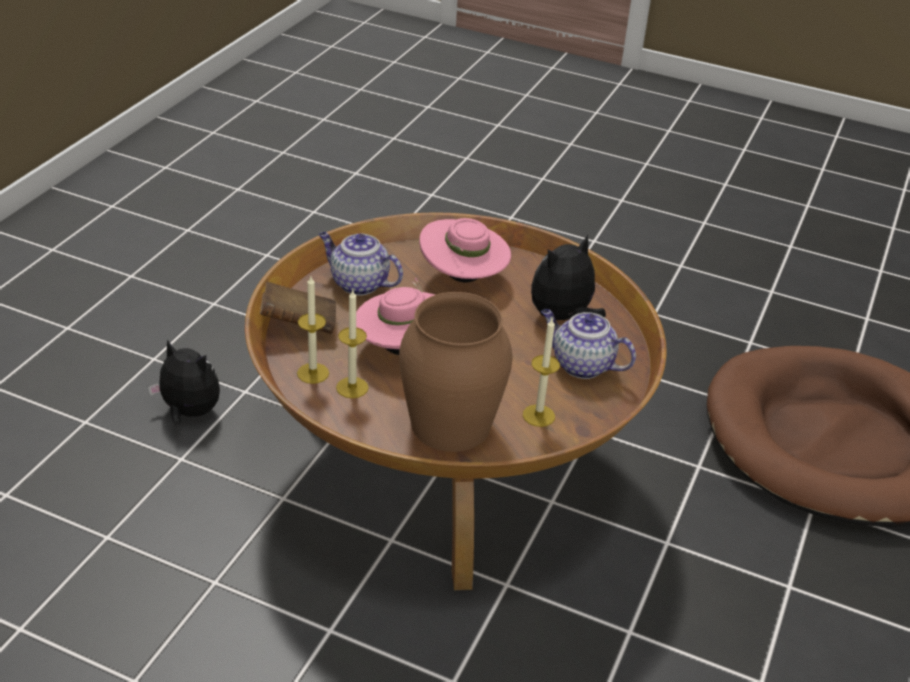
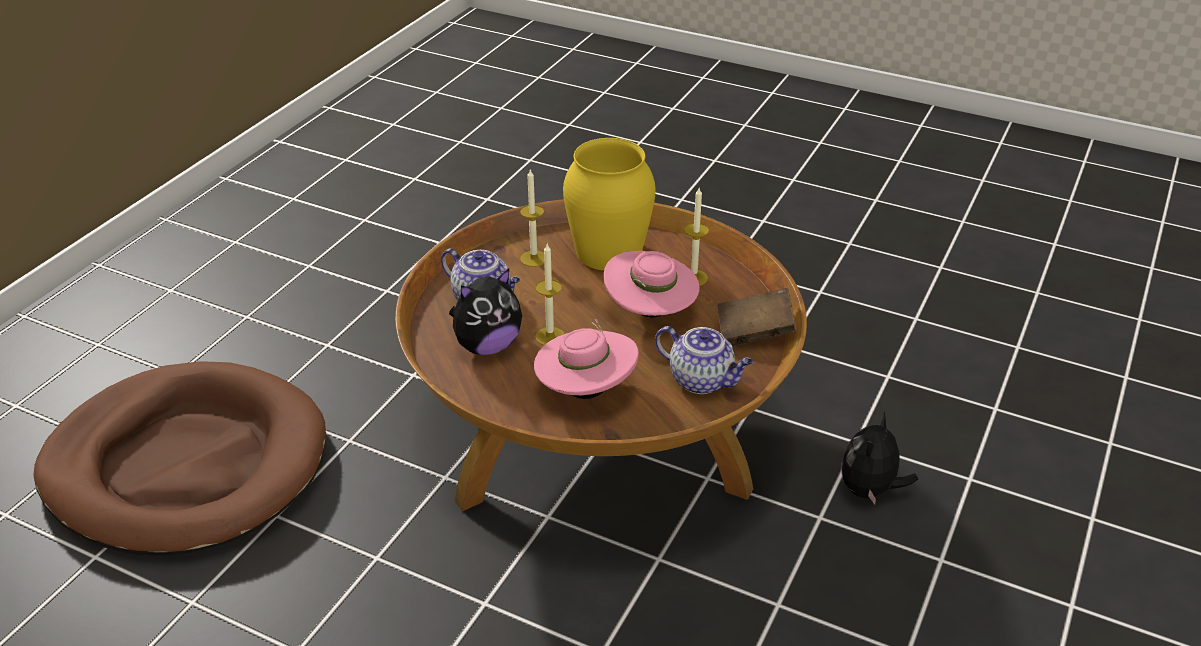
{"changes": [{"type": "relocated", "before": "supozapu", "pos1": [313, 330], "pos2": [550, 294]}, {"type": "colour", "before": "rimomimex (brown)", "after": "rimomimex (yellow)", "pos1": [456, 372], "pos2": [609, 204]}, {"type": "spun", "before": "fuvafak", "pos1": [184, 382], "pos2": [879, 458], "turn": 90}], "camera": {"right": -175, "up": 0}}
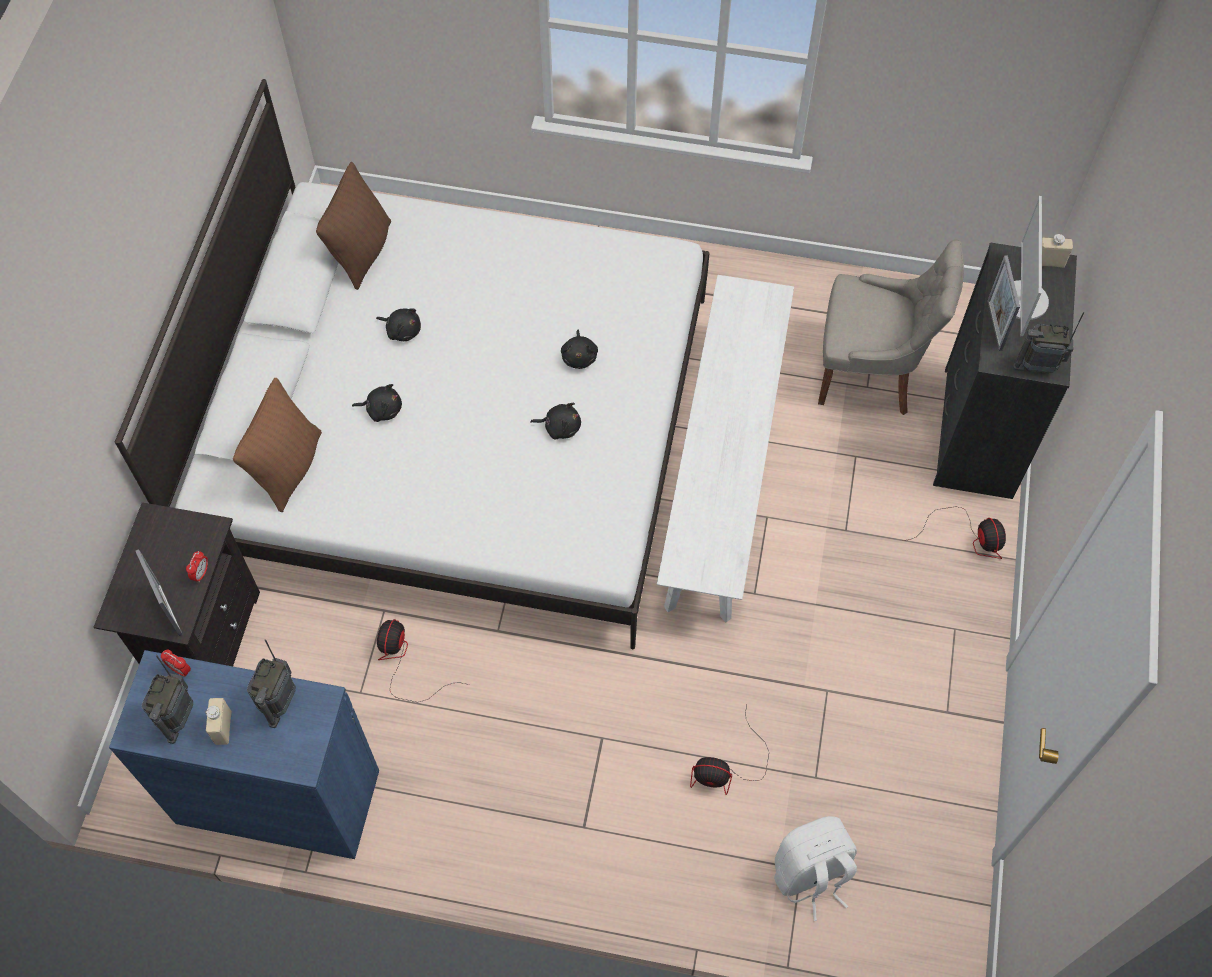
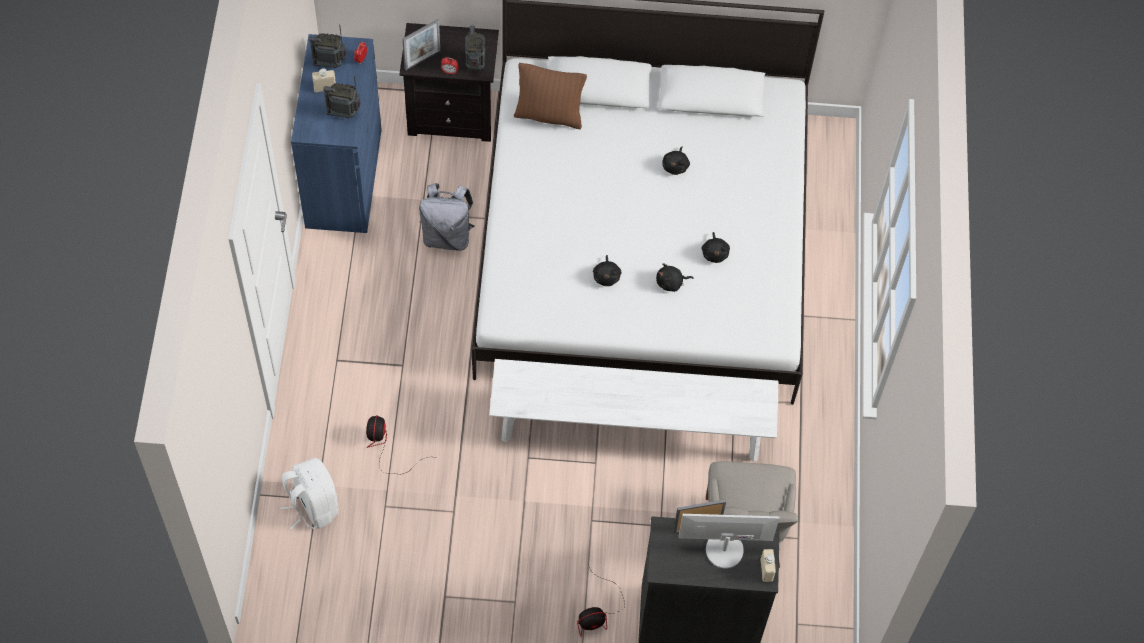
{"changes": [{"type": "missing", "before": "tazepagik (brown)", "pos1": [353, 226]}, {"type": "relocated", "before": "fuvafak (black)", "pos1": [377, 403], "pos2": [715, 247]}, {"type": "relocated", "before": "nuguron", "pos1": [1048, 342], "pos2": [475, 47]}, {"type": "exchanged", "before": "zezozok", "after": "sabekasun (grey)", "pos1": [423, 660], "pos2": [446, 217]}], "camera": {"right": 80, "up": 0}}
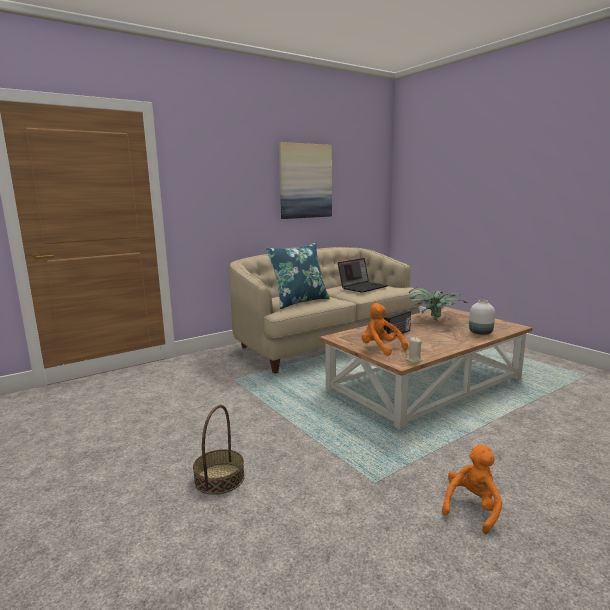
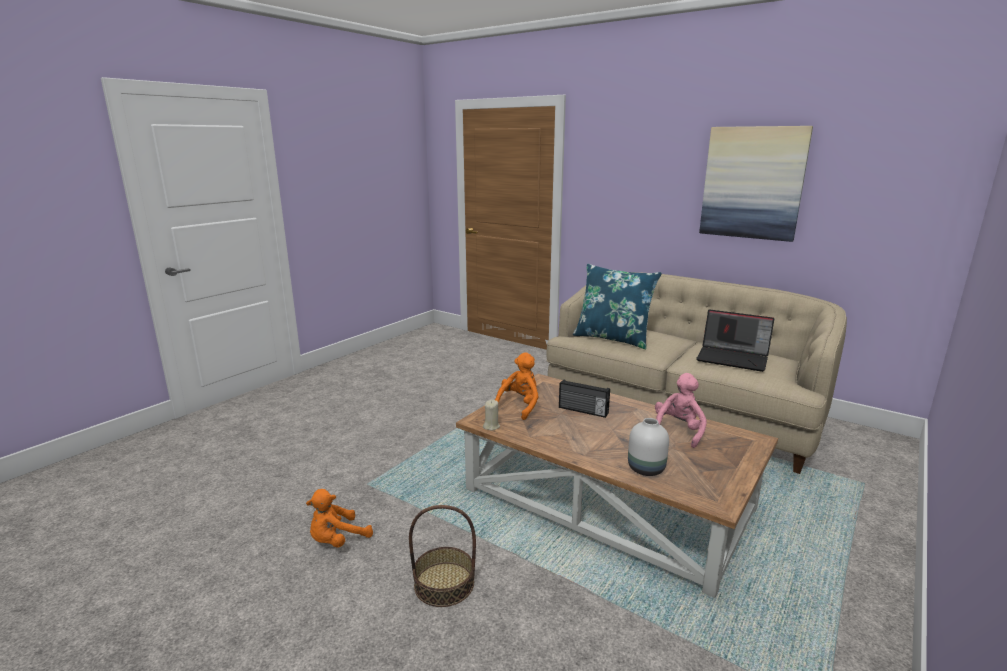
{"changes": [{"type": "relocated", "before": "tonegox", "pos1": [219, 450], "pos2": [442, 556]}, {"type": "exchanged", "before": "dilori", "after": "fuvafak (pink)", "pos1": [438, 304], "pos2": [681, 410]}, {"type": "spun", "before": "fuvafak (orange)", "pos1": [472, 489], "pos2": [339, 518], "turn": 120}], "camera": {"right": 70, "up": 5}}
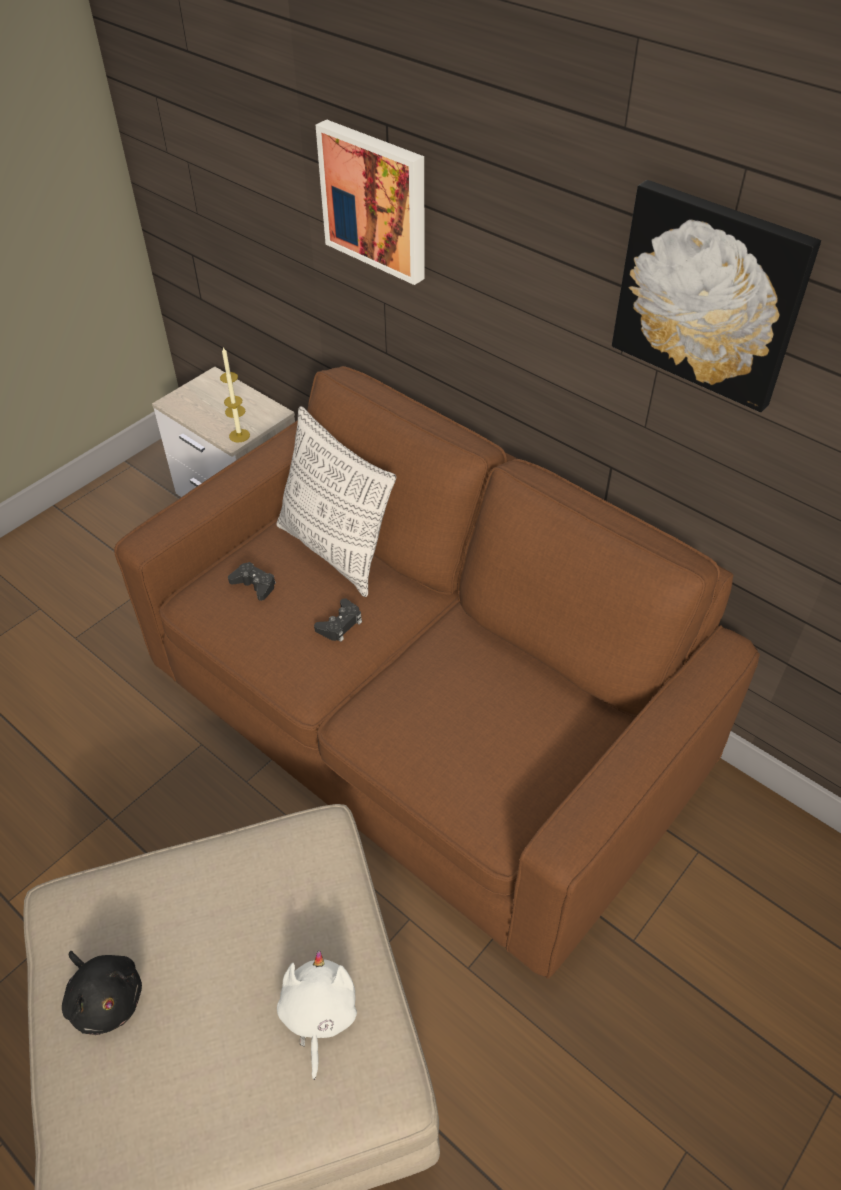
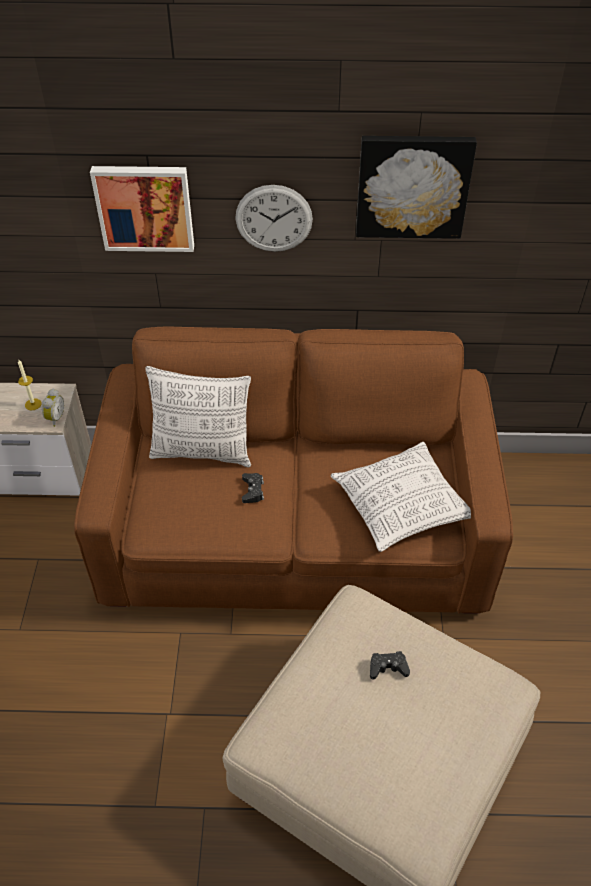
{"changes": [{"type": "missing", "before": "fuvafak (black)", "pos1": [102, 993]}, {"type": "missing", "before": "fuvafak (white)", "pos1": [317, 1015]}, {"type": "appeared", "after": "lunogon", "pos2": [274, 218]}, {"type": "appeared", "after": "tazepagik", "pos2": [401, 497]}, {"type": "relocated", "before": "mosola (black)", "pos1": [252, 581], "pos2": [390, 665]}, {"type": "exchanged", "before": "supozapu", "after": "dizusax", "pos1": [237, 406], "pos2": [53, 407]}], "camera": {"right": -40, "up": 0}}
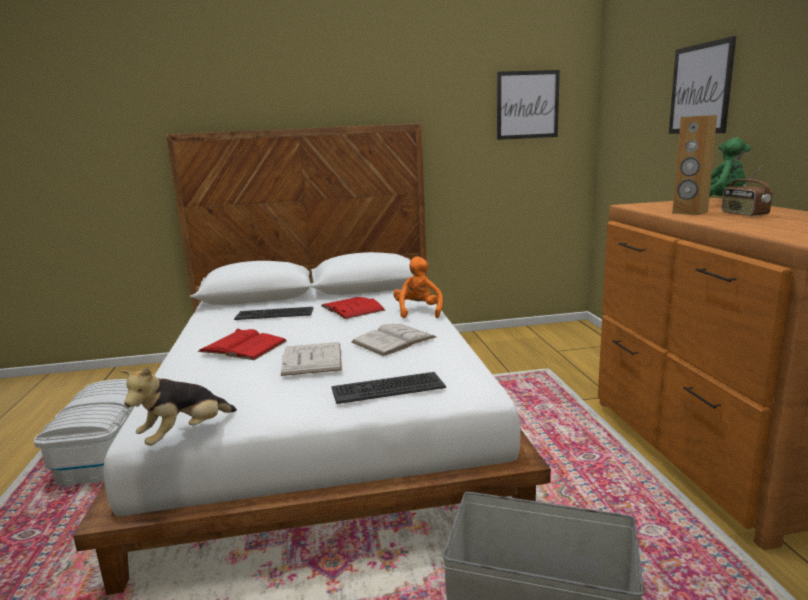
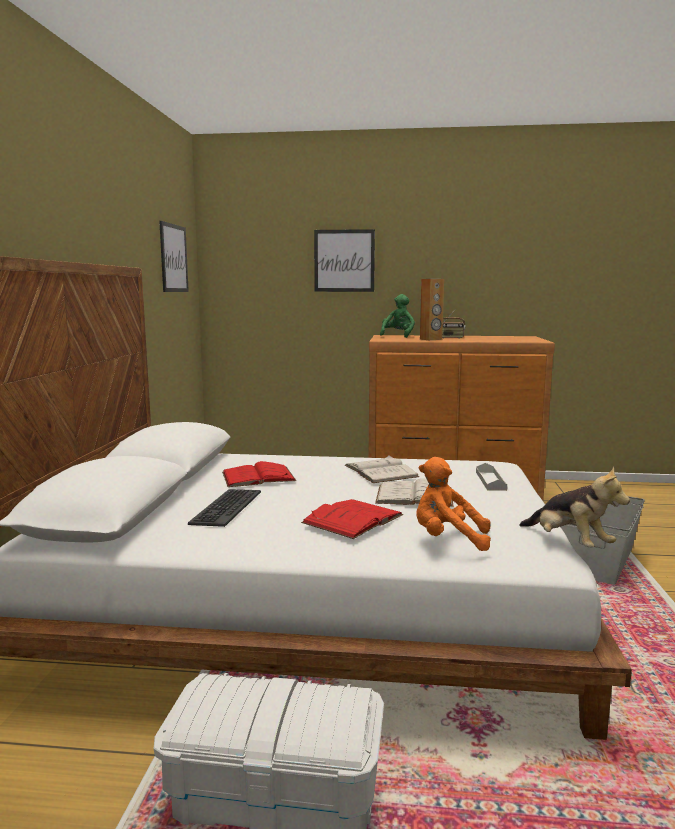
{"changes": [{"type": "relocated", "before": "fuvafak (orange)", "pos1": [418, 287], "pos2": [453, 504]}, {"type": "exchanged", "before": "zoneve", "after": "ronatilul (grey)", "pos1": [389, 388], "pos2": [491, 477]}], "camera": {"right": -75, "up": -5}}
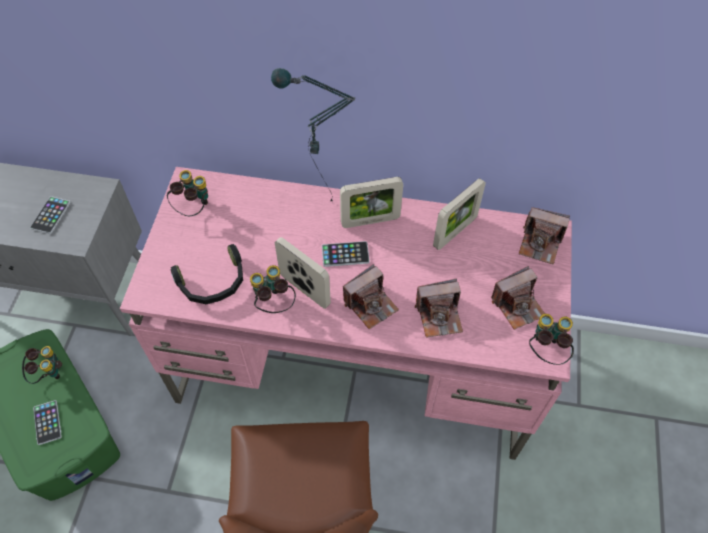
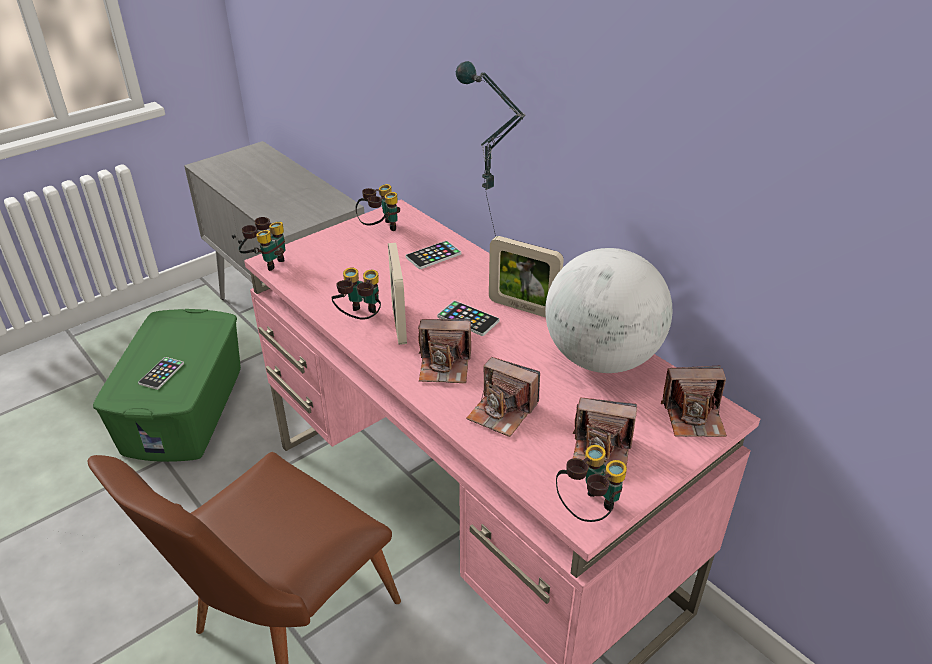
{"changes": [{"type": "missing", "before": "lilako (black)", "pos1": [207, 274]}, {"type": "relocated", "before": "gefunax", "pos1": [42, 365], "pos2": [261, 244]}, {"type": "relocated", "before": "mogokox", "pos1": [50, 215], "pos2": [433, 255]}, {"type": "exchanged", "before": "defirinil", "after": "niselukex", "pos1": [459, 214], "pos2": [608, 310]}, {"type": "spun", "before": "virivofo", "pos1": [544, 235], "pos2": [694, 401], "turn": -60}], "camera": {"right": 40, "up": -20}}
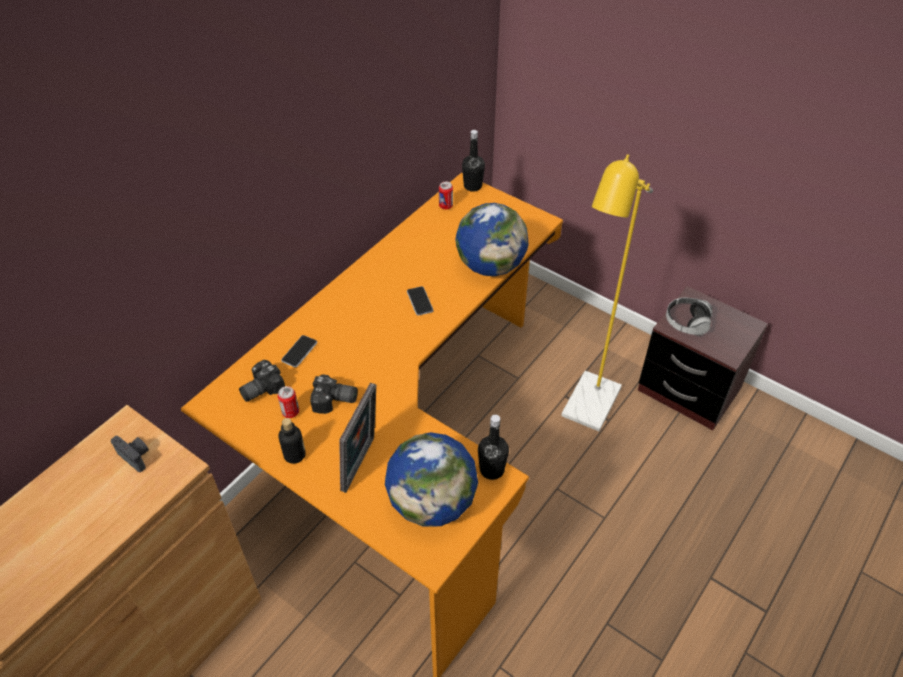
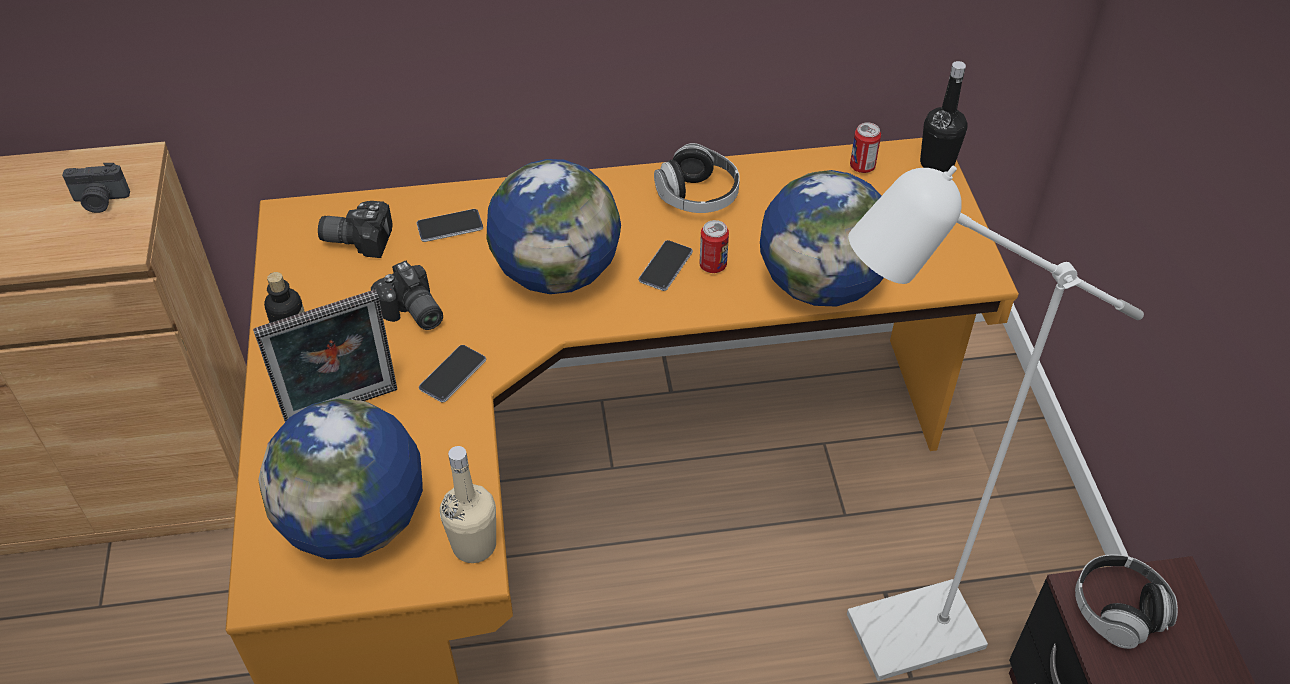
{"changes": [{"type": "appeared", "after": "mogokox", "pos2": [452, 373]}, {"type": "appeared", "after": "niselukex", "pos2": [554, 226]}, {"type": "appeared", "after": "lilako", "pos2": [697, 178]}, {"type": "relocated", "before": "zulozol", "pos1": [288, 402], "pos2": [714, 246]}, {"type": "colour", "before": "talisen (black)", "after": "talisen (beige)", "pos1": [493, 447], "pos2": [468, 504]}, {"type": "colour", "before": "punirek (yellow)", "after": "punirek (white)", "pos1": [607, 292], "pos2": [995, 423]}, {"type": "spun", "before": "virivofo", "pos1": [130, 454], "pos2": [96, 188], "turn": 90}], "camera": {"right": 45, "up": 0}}
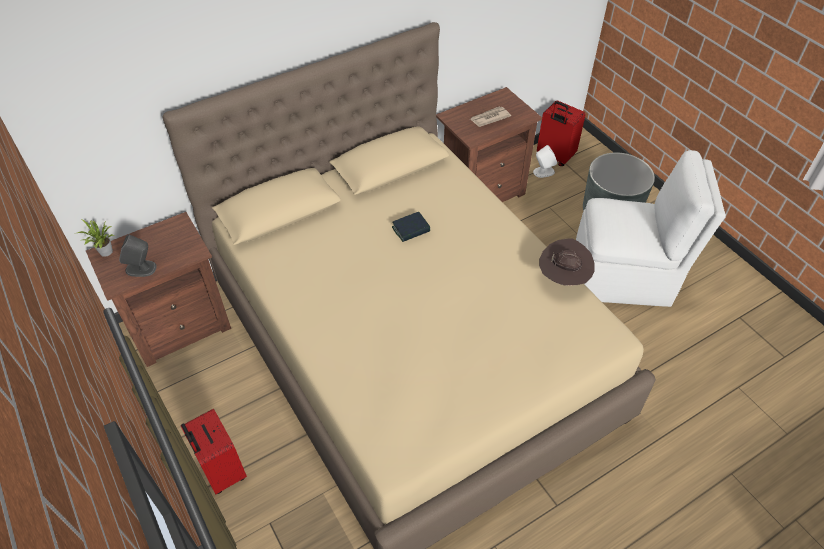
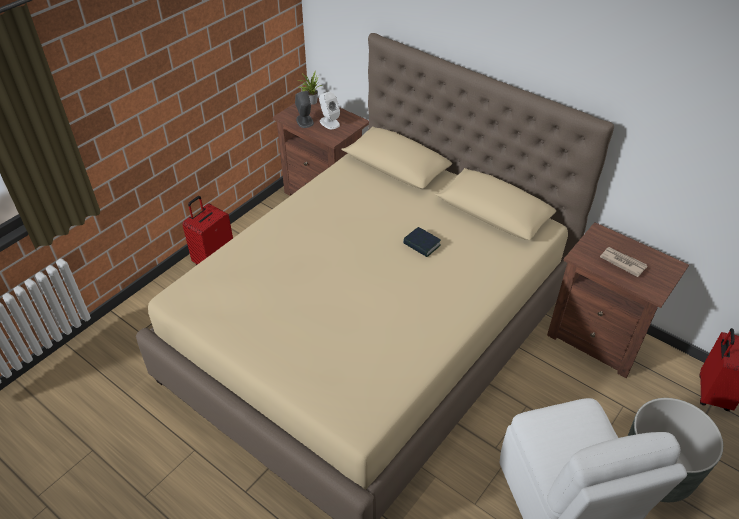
{"changes": [{"type": "missing", "before": "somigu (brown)", "pos1": [567, 262]}, {"type": "relocated", "before": "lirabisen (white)", "pos1": [545, 161], "pos2": [329, 110]}], "camera": {"right": 70, "up": -5}}
